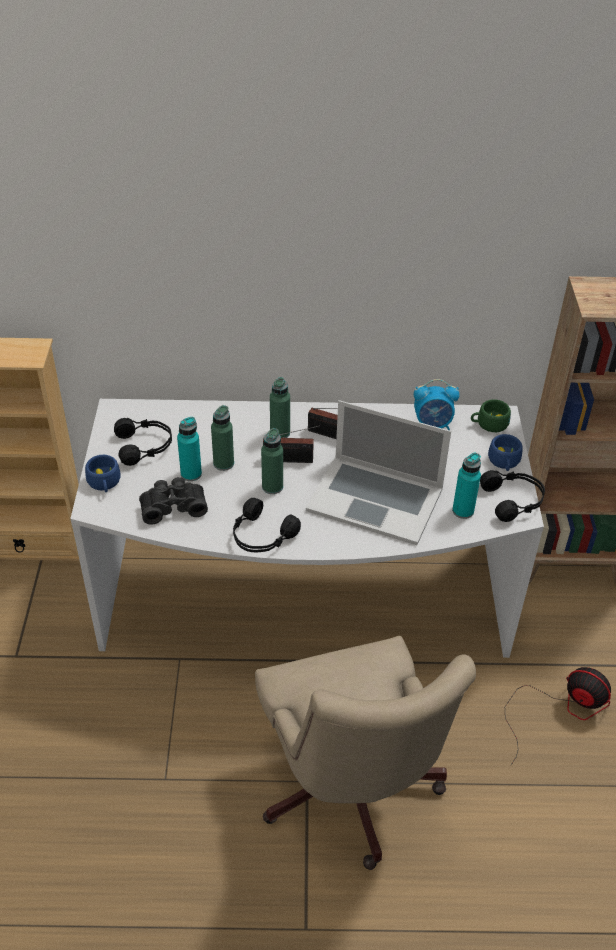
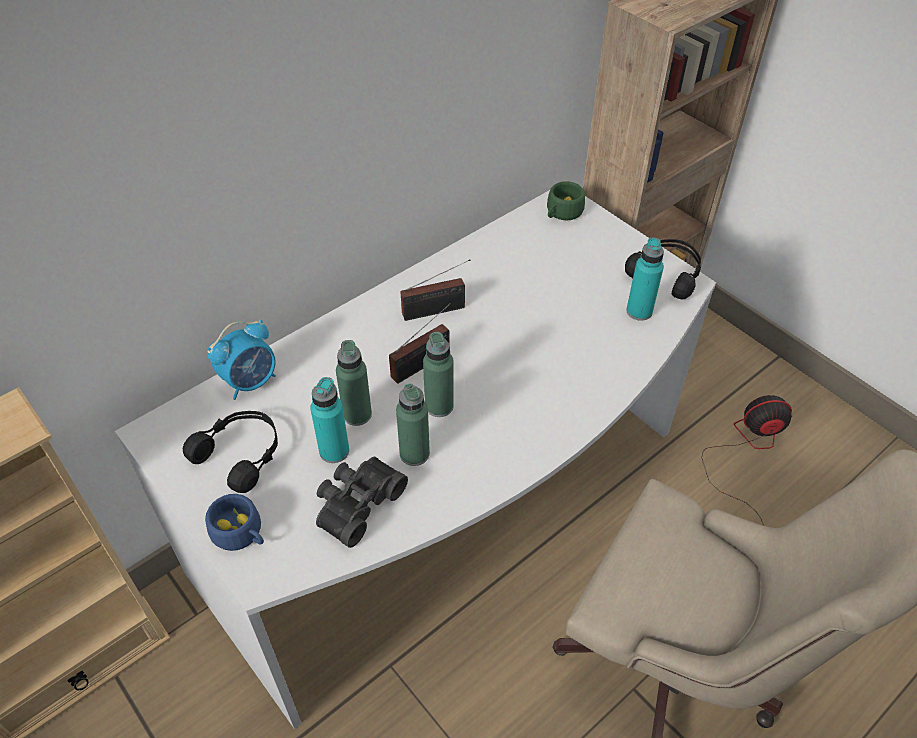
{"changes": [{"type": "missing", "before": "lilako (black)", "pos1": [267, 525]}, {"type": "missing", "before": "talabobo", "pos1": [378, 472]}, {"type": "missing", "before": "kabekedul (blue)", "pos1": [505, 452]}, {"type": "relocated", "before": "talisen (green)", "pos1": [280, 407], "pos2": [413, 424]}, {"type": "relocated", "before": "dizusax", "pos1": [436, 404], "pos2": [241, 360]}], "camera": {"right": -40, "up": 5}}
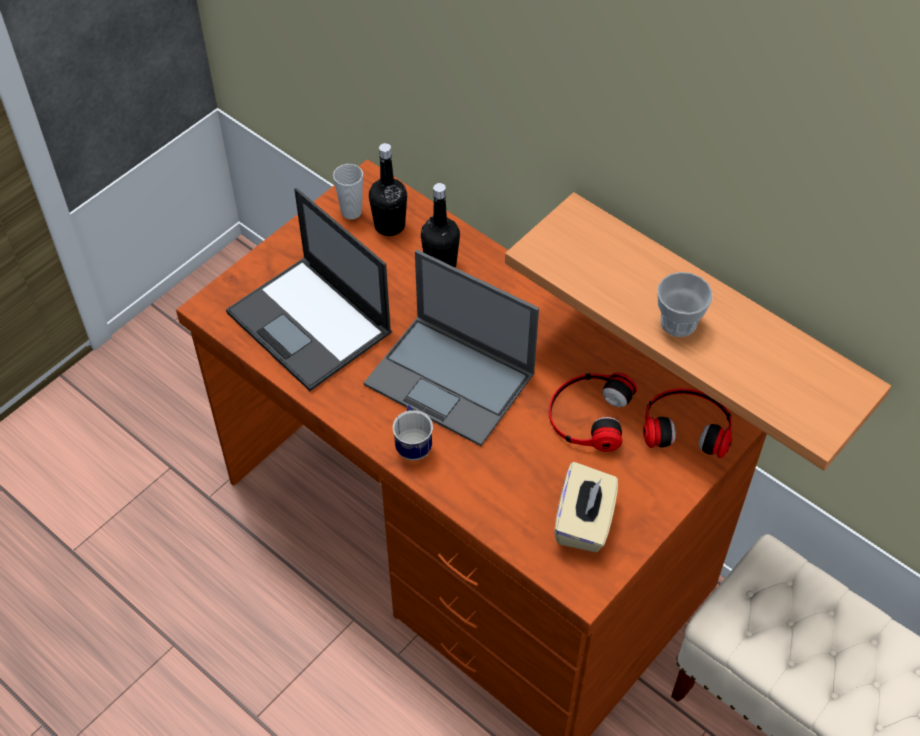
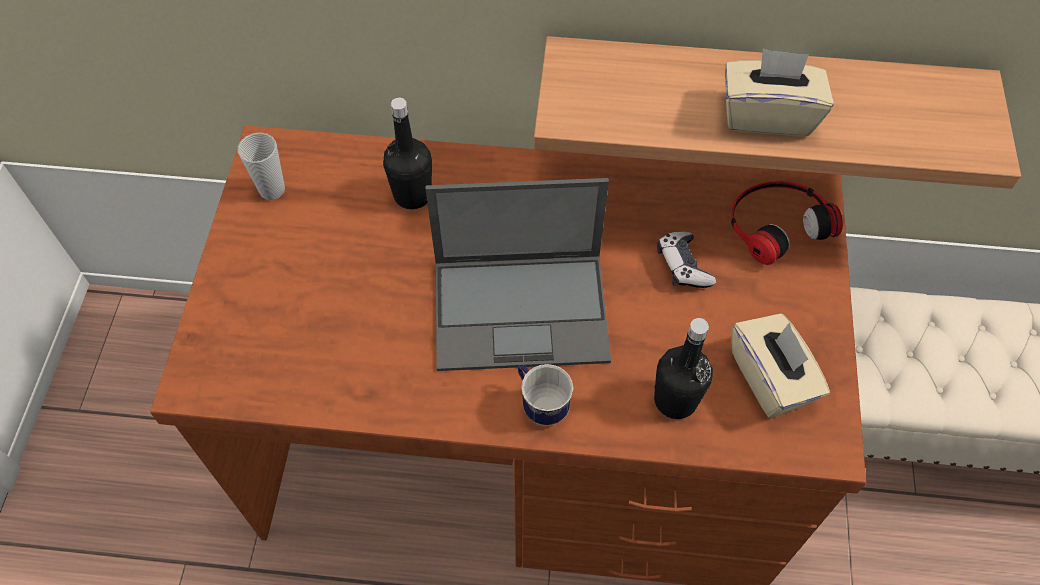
{"changes": [{"type": "missing", "before": "talabobo", "pos1": [309, 289]}, {"type": "relocated", "before": "talisen (black)", "pos1": [388, 189], "pos2": [683, 368]}, {"type": "exchanged", "before": "lilako", "after": "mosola", "pos1": [593, 412], "pos2": [686, 259]}, {"type": "exchanged", "before": "kabekedul", "after": "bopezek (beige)", "pos1": [685, 304], "pos2": [779, 92]}], "camera": {"right": -35, "up": 5}}
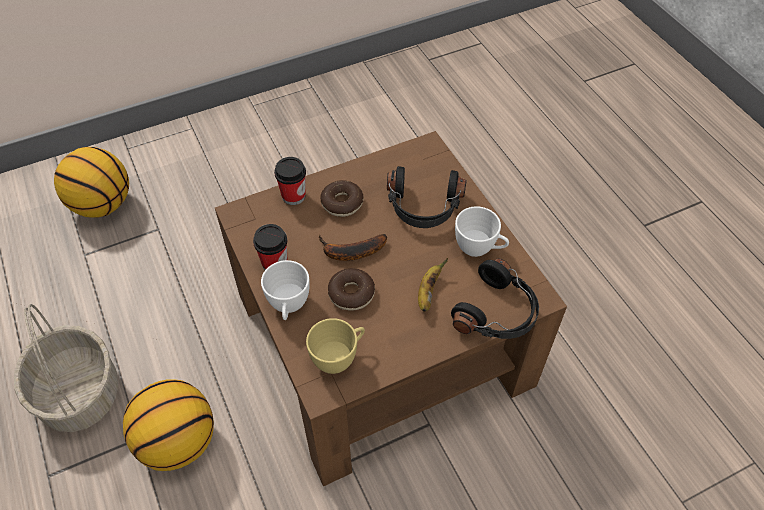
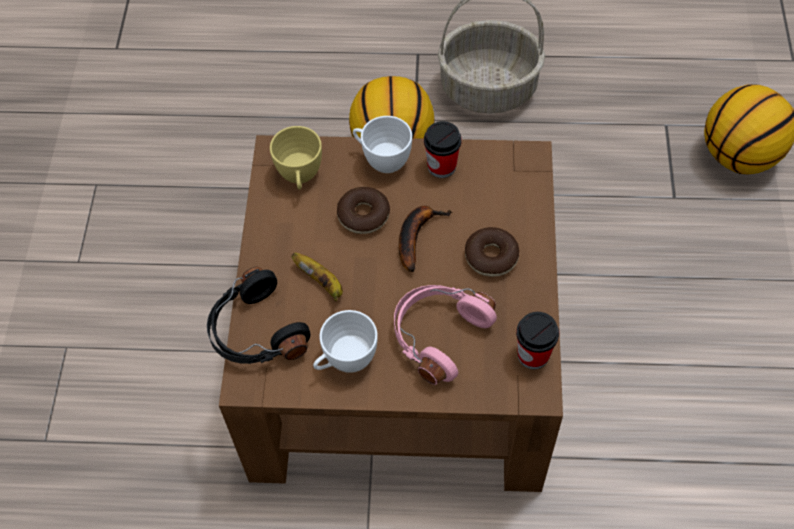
{"changes": [{"type": "relocated", "before": "kabekedul", "pos1": [290, 181], "pos2": [537, 340]}, {"type": "colour", "before": "lilako (black)", "after": "lilako (pink)", "pos1": [427, 197], "pos2": [445, 335]}], "camera": {"right": 120, "up": 5}}
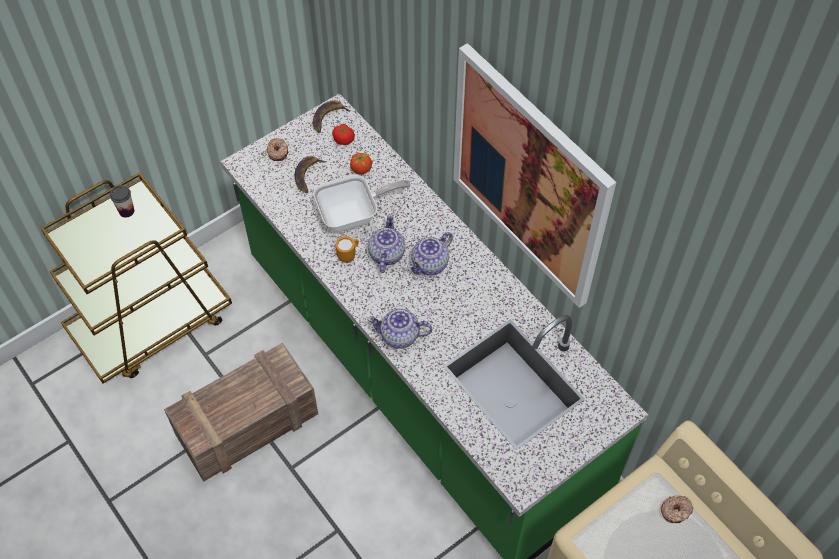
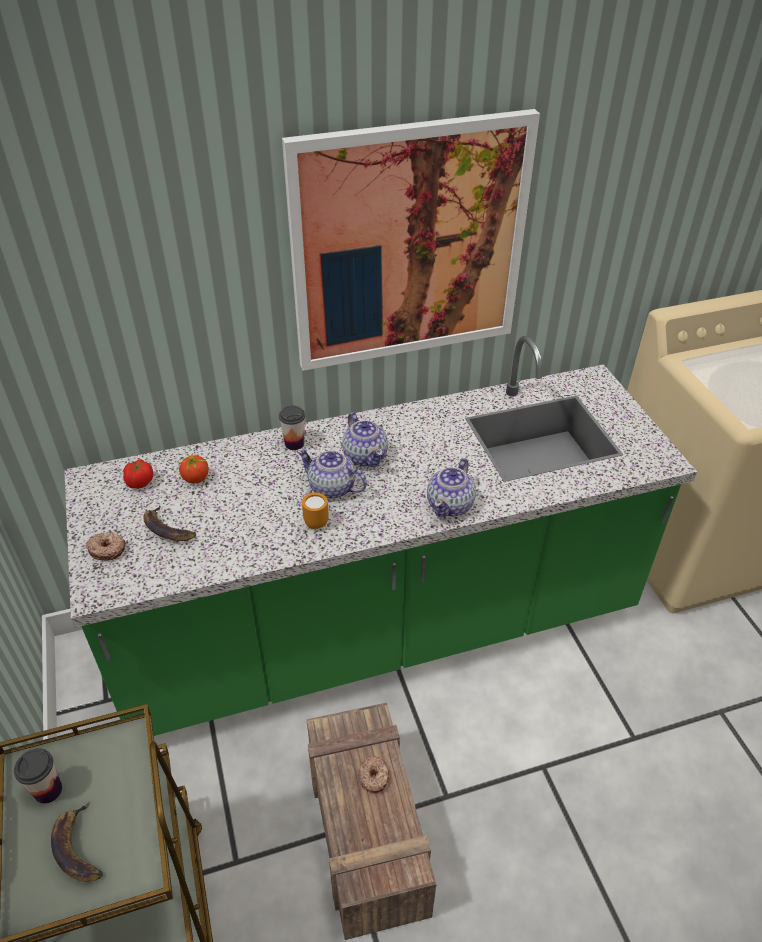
{"changes": [{"type": "missing", "before": "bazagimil", "pos1": [362, 203]}, {"type": "appeared", "after": "kabekedul", "pos2": [292, 428]}, {"type": "relocated", "before": "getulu", "pos1": [331, 117], "pos2": [77, 842]}, {"type": "relocated", "before": "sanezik", "pos1": [677, 509], "pos2": [373, 774]}], "camera": {"right": -70, "up": -15}}
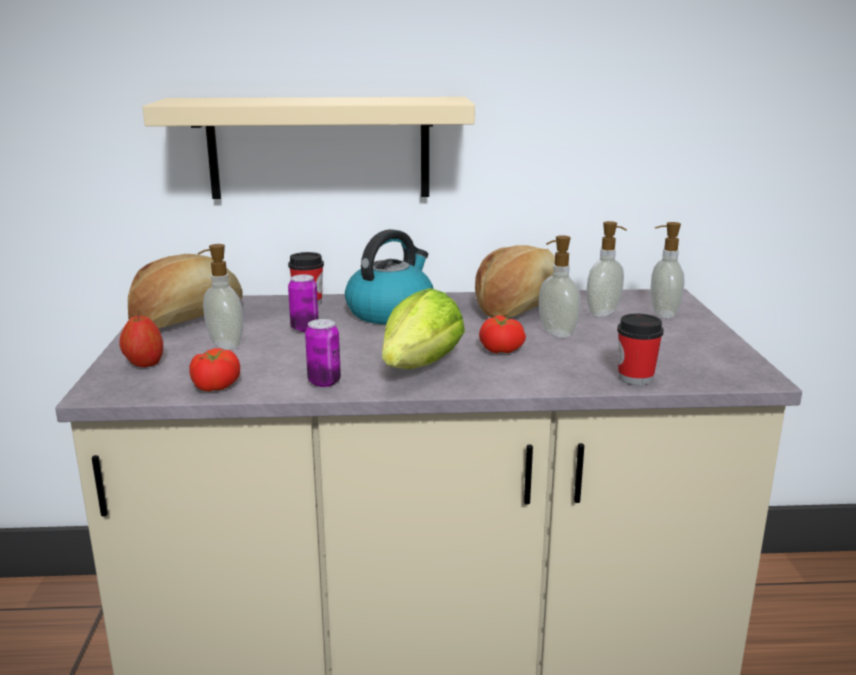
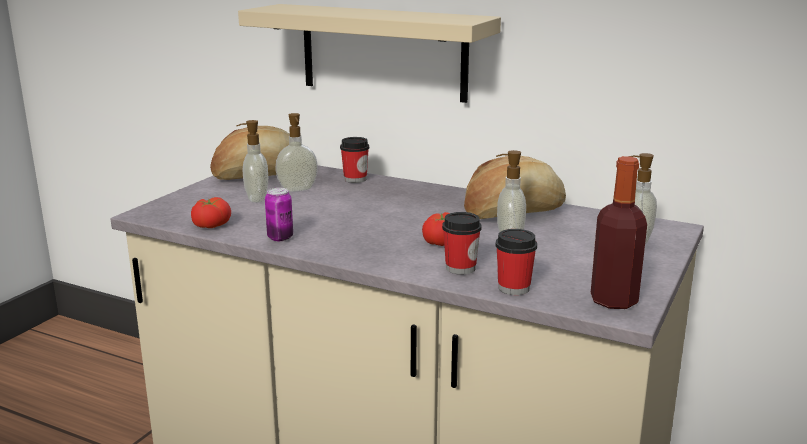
{"changes": [{"type": "missing", "before": "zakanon", "pos1": [141, 341]}, {"type": "missing", "before": "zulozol", "pos1": [303, 303]}, {"type": "missing", "before": "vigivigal", "pos1": [389, 276]}, {"type": "missing", "before": "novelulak", "pos1": [423, 328]}, {"type": "appeared", "after": "kabekedul", "pos2": [462, 243]}, {"type": "appeared", "after": "talisen", "pos2": [619, 232]}, {"type": "relocated", "before": "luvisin", "pos1": [607, 269], "pos2": [296, 152]}], "camera": {"right": 30, "up": 0}}
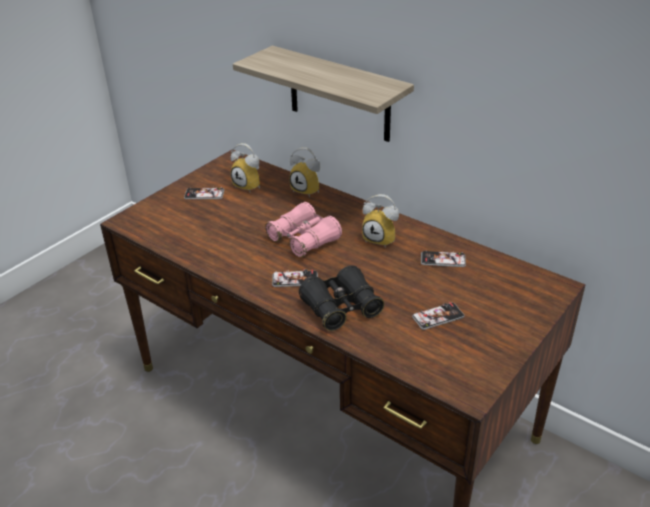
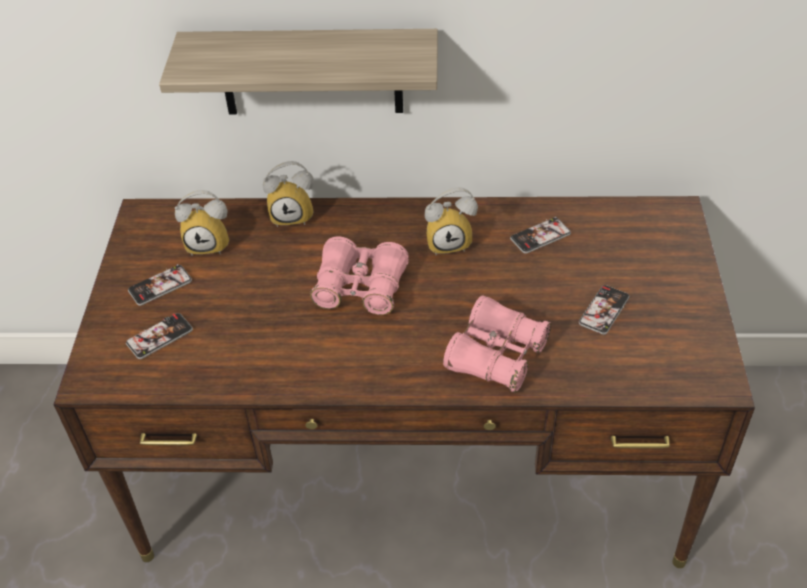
{"changes": [{"type": "relocated", "before": "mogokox", "pos1": [295, 278], "pos2": [159, 336]}, {"type": "colour", "before": "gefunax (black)", "after": "gefunax (pink)", "pos1": [341, 298], "pos2": [497, 343]}], "camera": {"right": -35, "up": 10}}
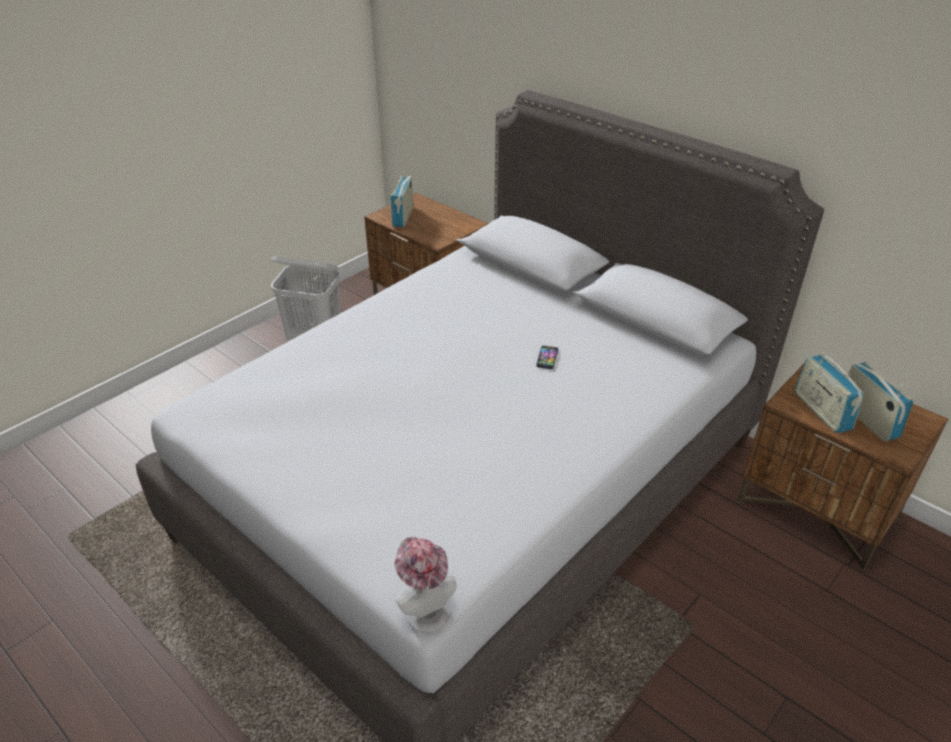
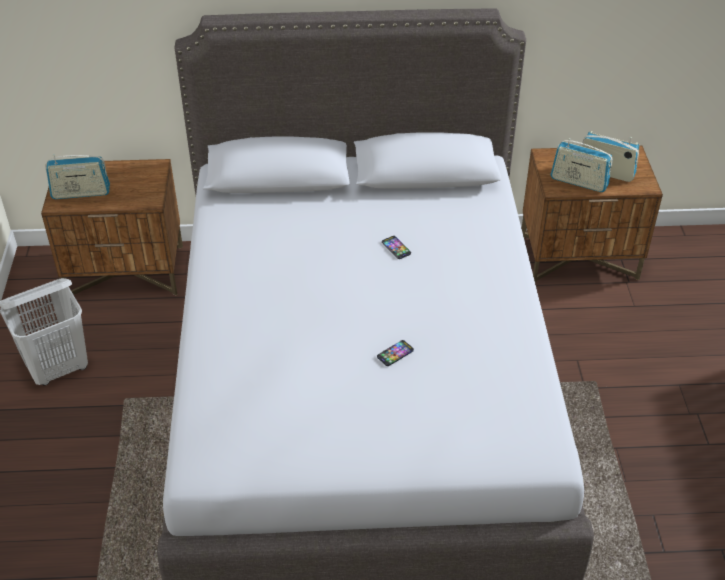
{"changes": [{"type": "missing", "before": "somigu", "pos1": [425, 584]}, {"type": "appeared", "after": "mogokox", "pos2": [395, 353]}, {"type": "spun", "before": "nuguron", "pos1": [401, 199], "pos2": [78, 177], "turn": -60}], "camera": {"right": -45, "up": 5}}
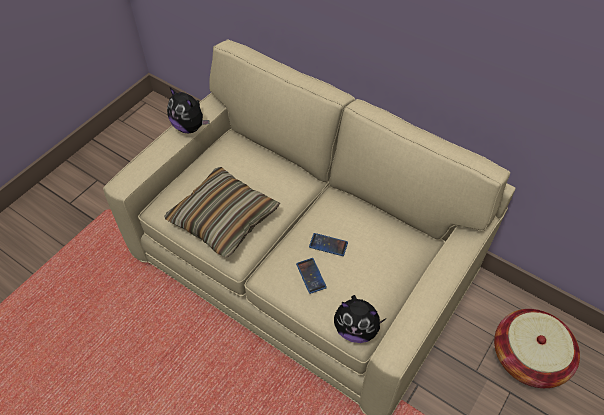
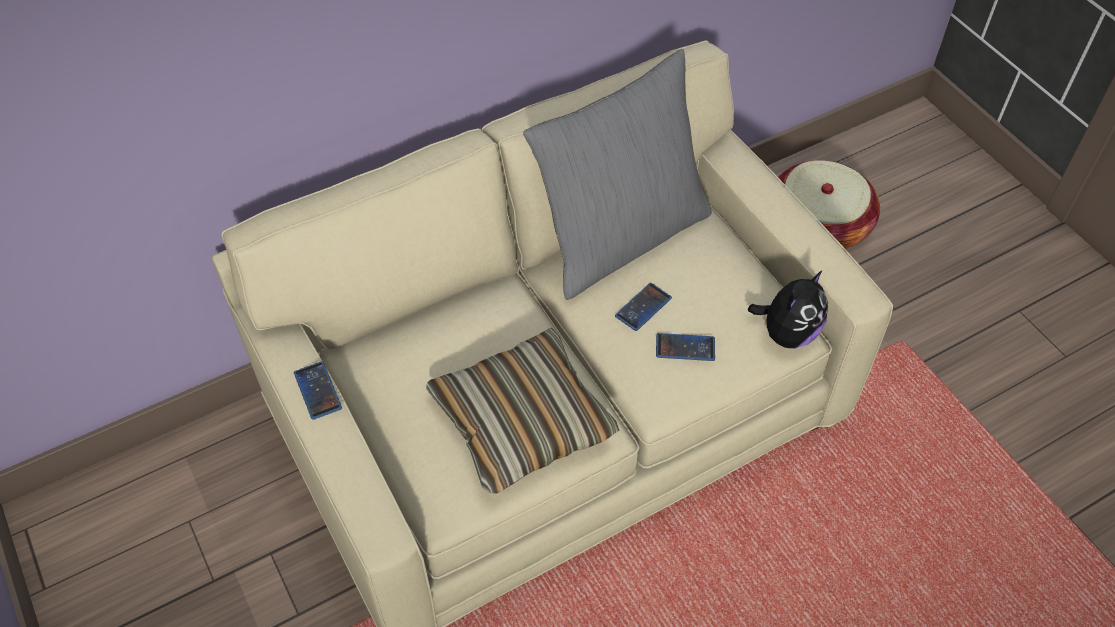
{"changes": [{"type": "appeared", "after": "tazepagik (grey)", "pos2": [617, 174]}, {"type": "exchanged", "before": "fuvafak", "after": "mogokox", "pos1": [188, 110], "pos2": [318, 390]}], "camera": {"right": -65, "up": 0}}
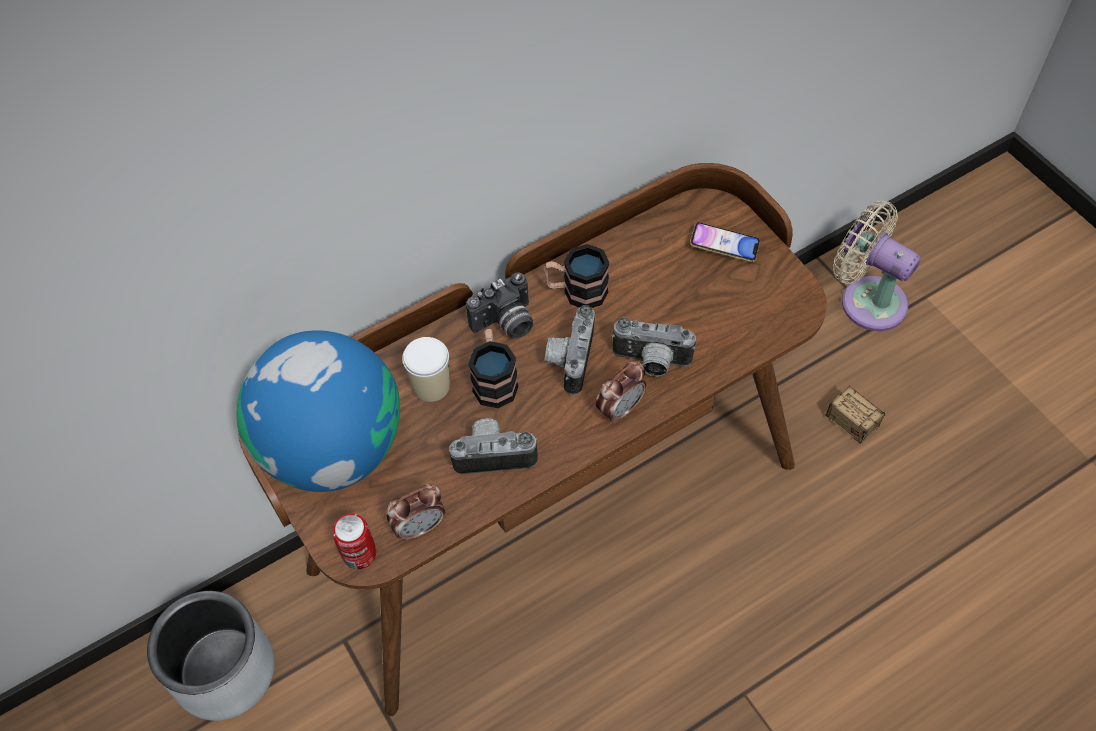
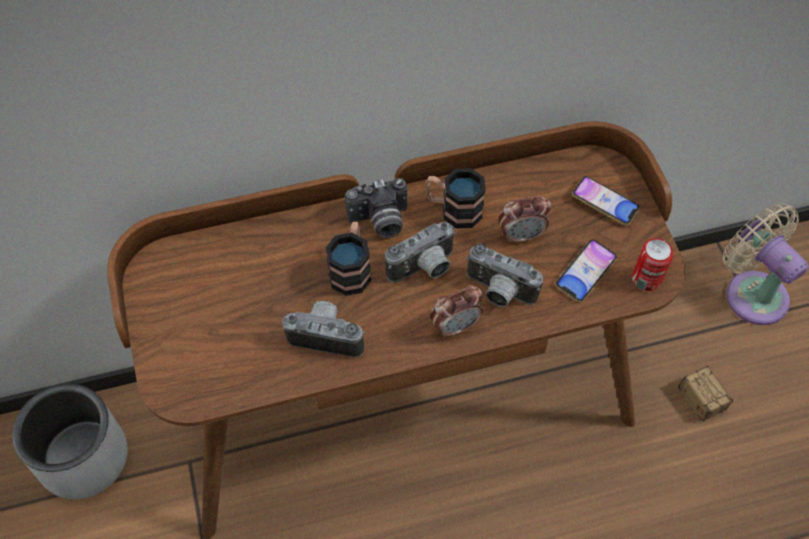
{"changes": [{"type": "missing", "before": "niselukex", "pos1": [318, 411]}, {"type": "missing", "before": "kabekedul", "pos1": [426, 369]}, {"type": "appeared", "after": "mogokox", "pos2": [586, 270]}, {"type": "relocated", "before": "zulozol", "pos1": [354, 541], "pos2": [652, 264]}, {"type": "relocated", "before": "dizusax", "pos1": [415, 513], "pos2": [525, 220]}, {"type": "spun", "before": "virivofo", "pos1": [570, 350], "pos2": [420, 252], "turn": -150}], "camera": {"right": 15, "up": 0}}
